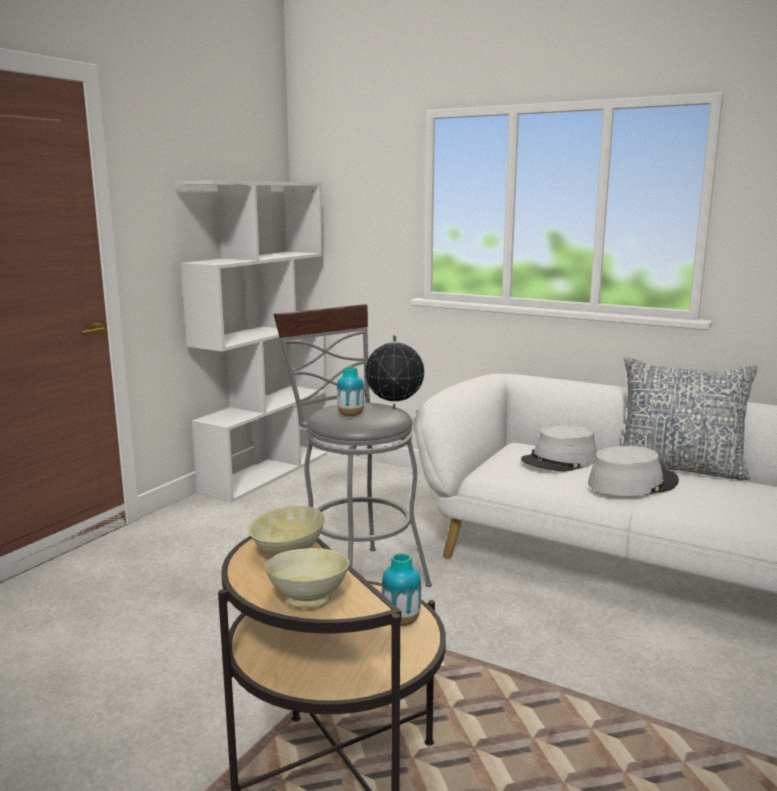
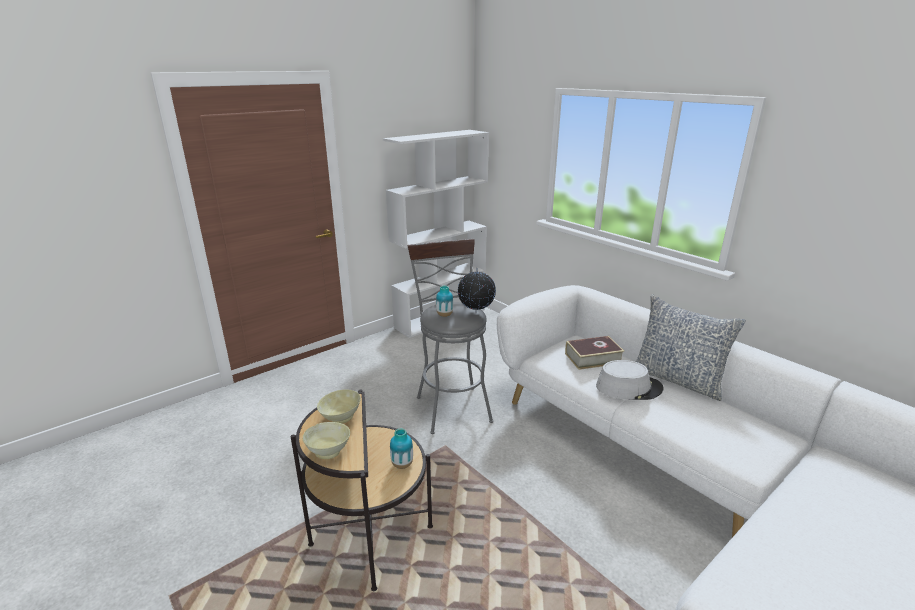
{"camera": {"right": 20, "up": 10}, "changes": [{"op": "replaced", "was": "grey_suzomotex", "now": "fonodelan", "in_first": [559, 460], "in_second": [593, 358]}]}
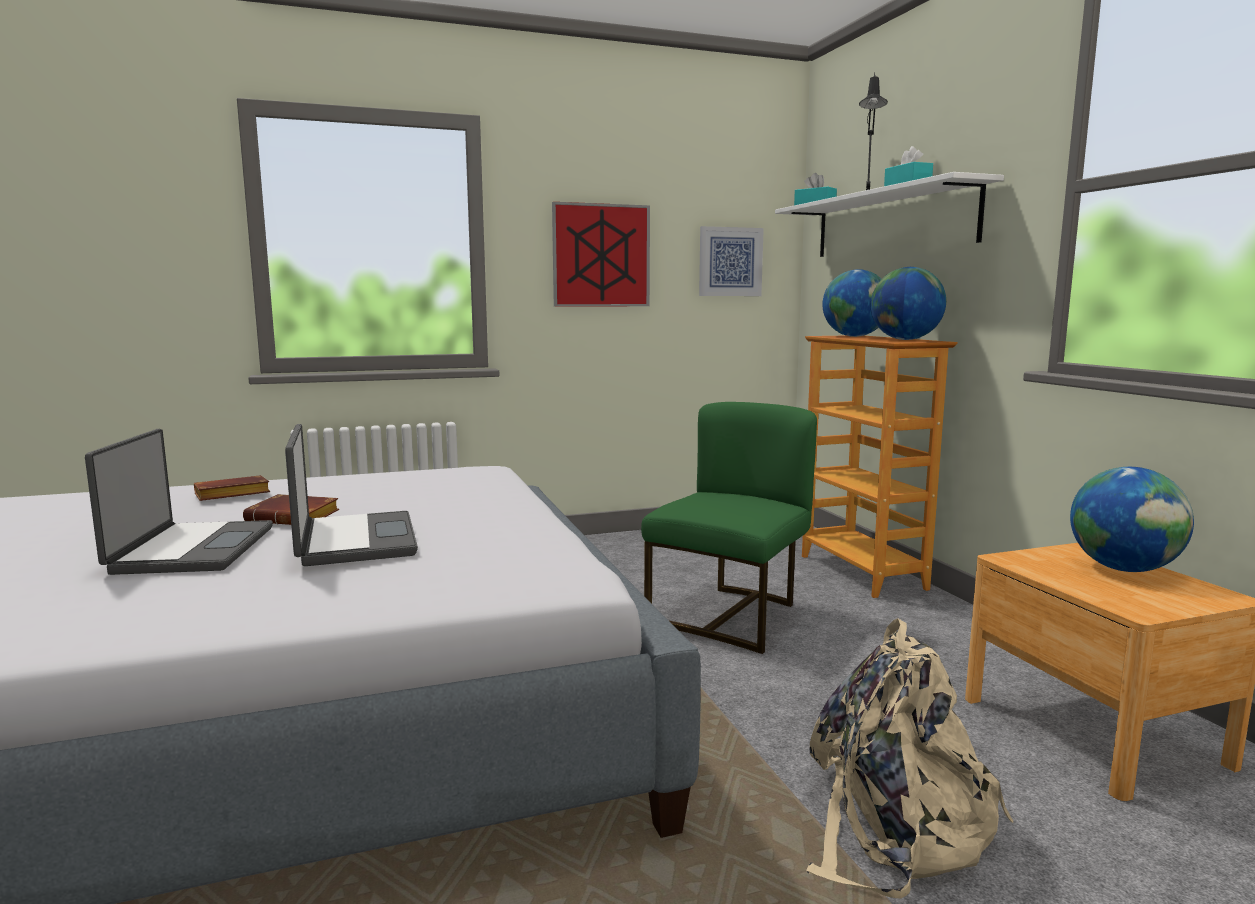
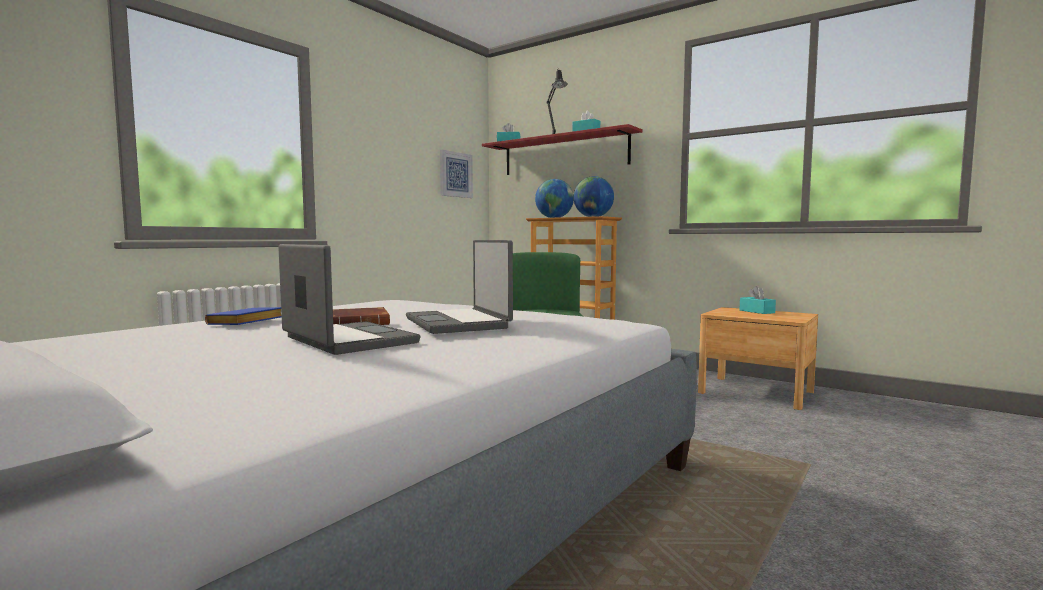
{"camera": {"right": -35, "up": -5}, "changes": [{"op": "removed", "was": "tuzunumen", "in_first": [601, 255]}, {"op": "removed", "was": "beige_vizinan", "in_first": [894, 826]}, {"op": "replaced", "was": "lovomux", "now": "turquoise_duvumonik", "in_first": [1123, 569], "in_second": [757, 311]}, {"op": "recoloured", "was": "brown_fonodelan", "now": "blue_fonodelan", "in_first": [230, 495], "in_second": [245, 323]}, {"op": "recoloured", "was": "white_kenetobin", "now": "red_kenetobin", "in_first": [891, 223], "in_second": [564, 154]}, {"op": "turned", "was": "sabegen", "in_first": [353, 541], "in_second": [459, 323], "clockwise": -150}]}
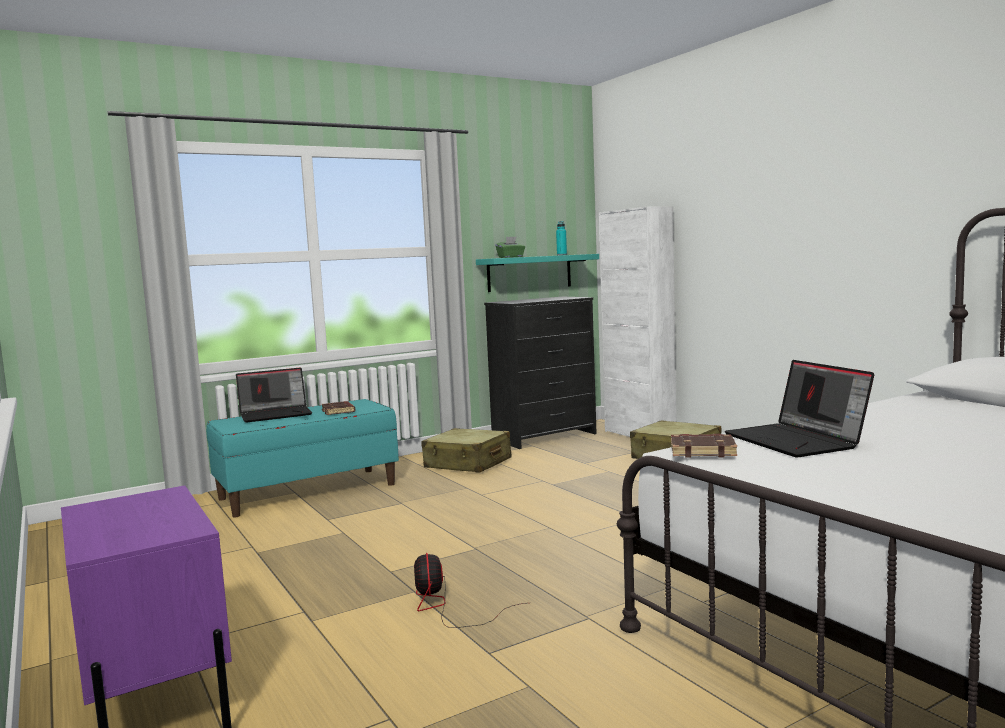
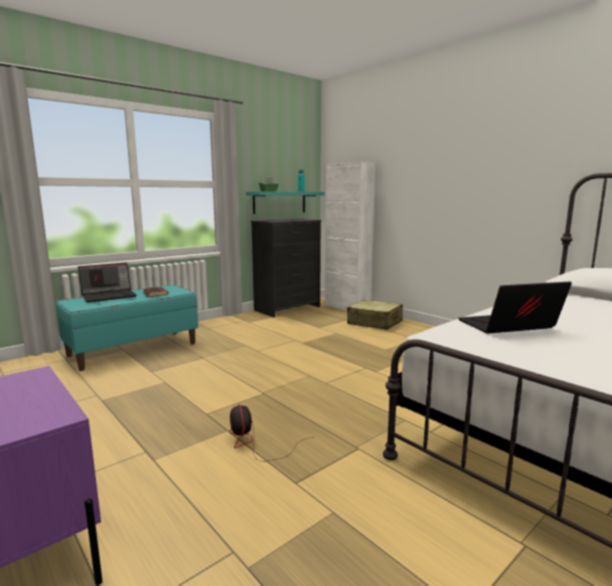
{"camera": {"right": -10, "up": 5}, "changes": [{"op": "removed", "was": "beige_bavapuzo", "in_first": [468, 463]}, {"op": "removed", "was": "brown_fonodelan", "in_first": [703, 451]}, {"op": "turned", "was": "sabegen", "in_first": [797, 441], "in_second": [508, 327], "clockwise": 105}]}
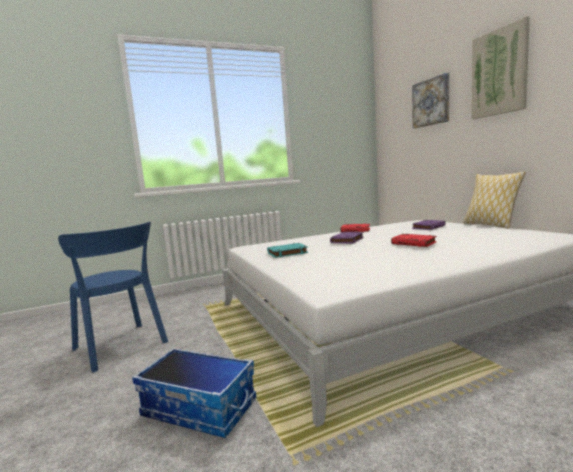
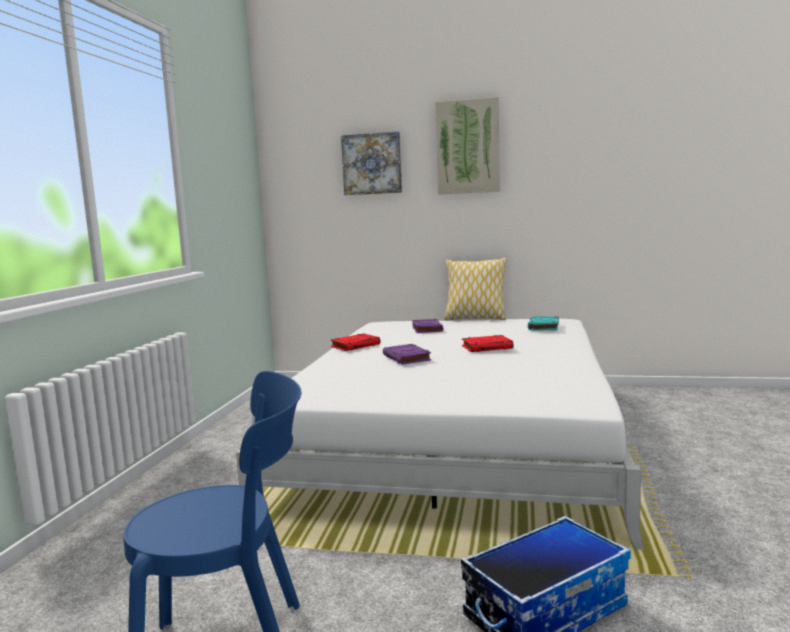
{"camera": {"right": -55, "up": 0}, "changes": [{"op": "moved", "was": "turquoise_fonodelan", "in_first": [287, 253], "in_second": [543, 327]}]}
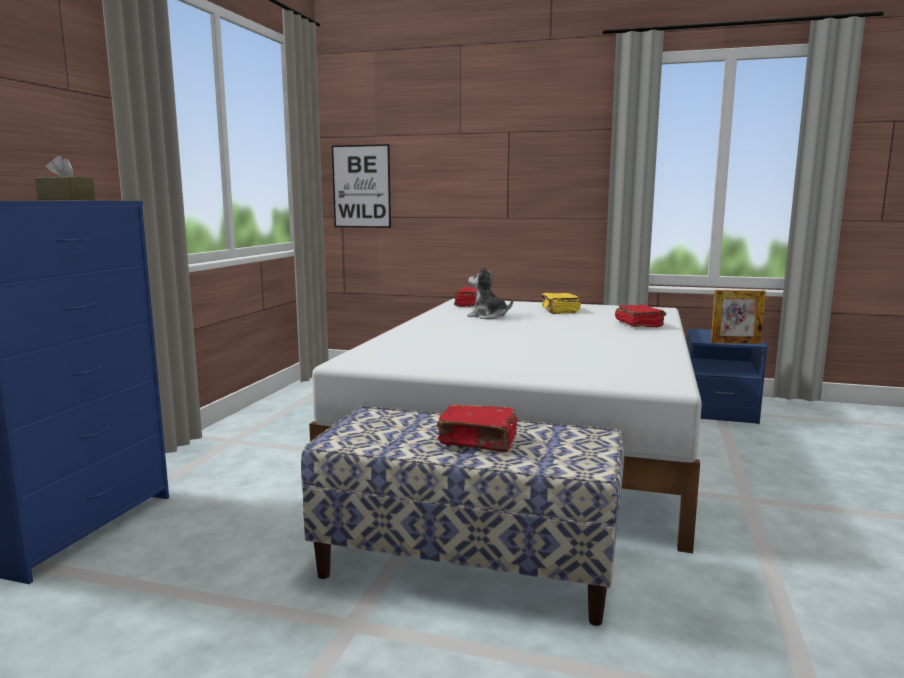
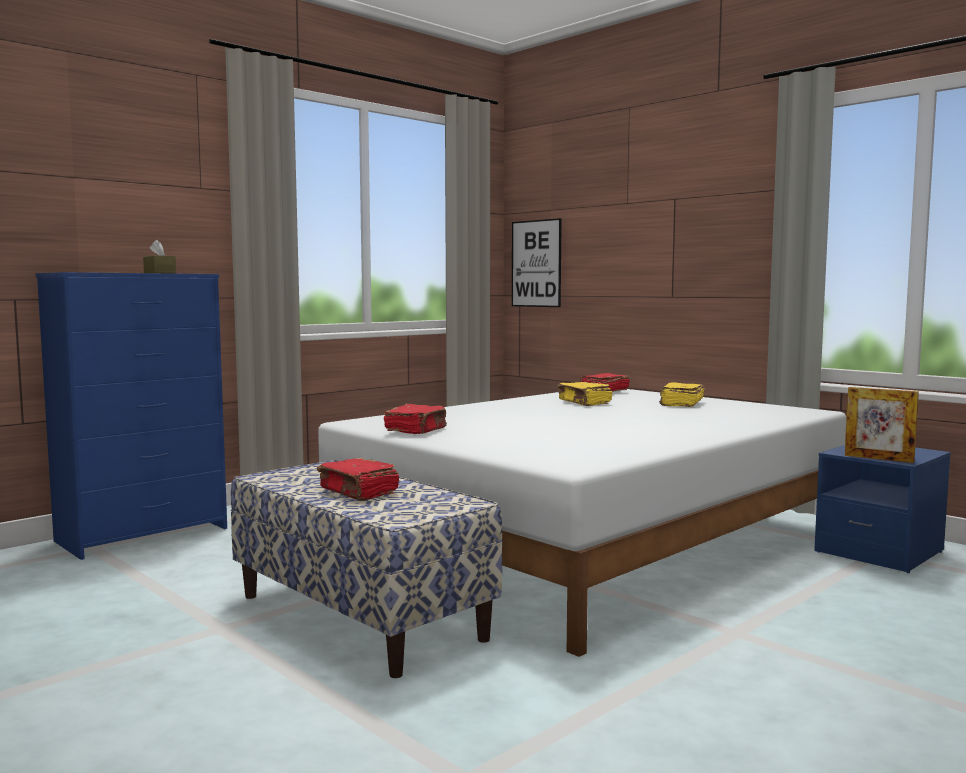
{"camera": {"right": 30, "up": -5}, "changes": [{"op": "moved", "was": "red_fonodelan", "in_first": [639, 325], "in_second": [416, 431]}, {"op": "replaced", "was": "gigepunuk", "now": "yellow_fonodelan", "in_first": [488, 316], "in_second": [584, 402]}]}
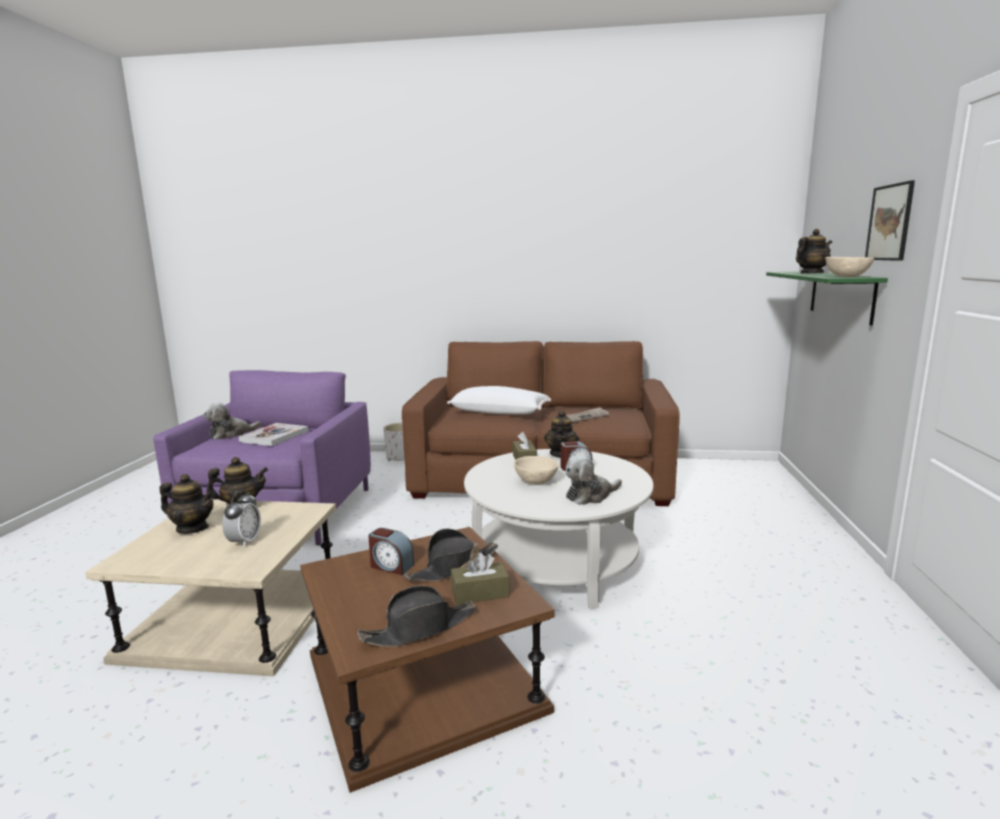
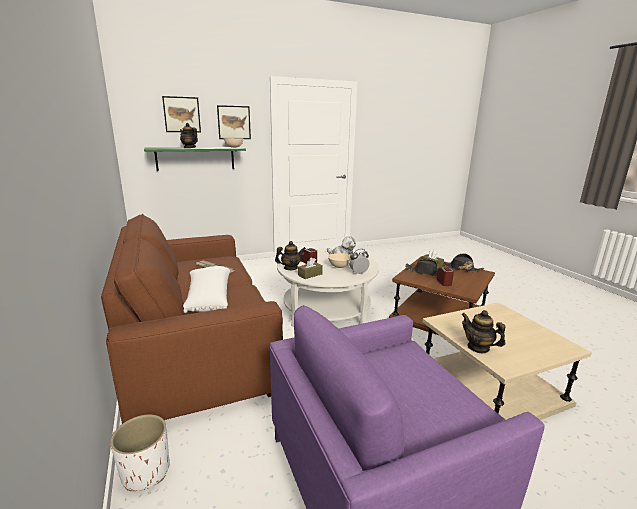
{"camera": {"right": -120, "up": 5}, "changes": [{"op": "removed", "was": "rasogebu", "in_first": [192, 528]}, {"op": "removed", "was": "gigepunuk", "in_first": [231, 434]}, {"op": "removed", "was": "fonodelan", "in_first": [274, 436]}, {"op": "added", "now": "tuzunumen", "in_second": [182, 114]}, {"op": "moved", "was": "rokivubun", "in_first": [244, 542], "in_second": [358, 273]}]}
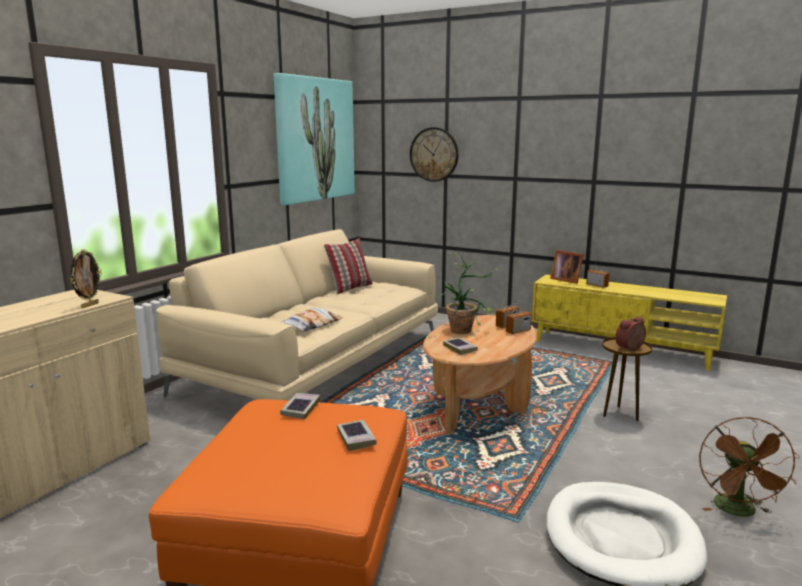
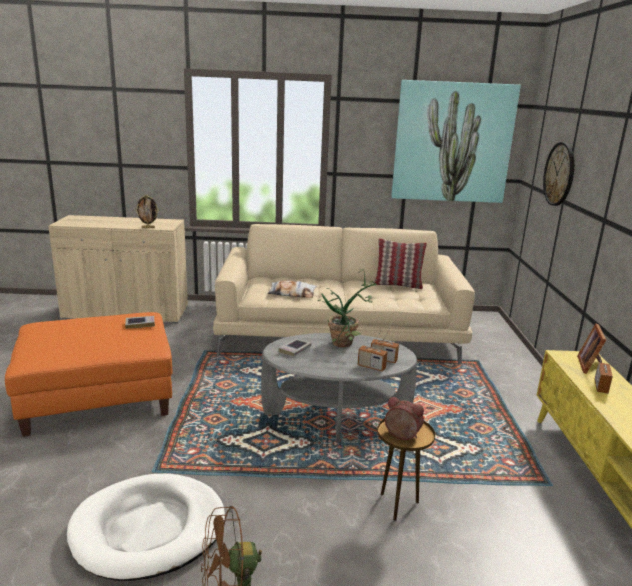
{"camera": {"right": 60, "up": 5}, "changes": [{"op": "removed", "was": "fonodelan", "in_first": [356, 438]}, {"op": "recoloured", "was": "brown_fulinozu", "now": "grey_fulinozu", "in_first": [479, 404], "in_second": [336, 417]}]}
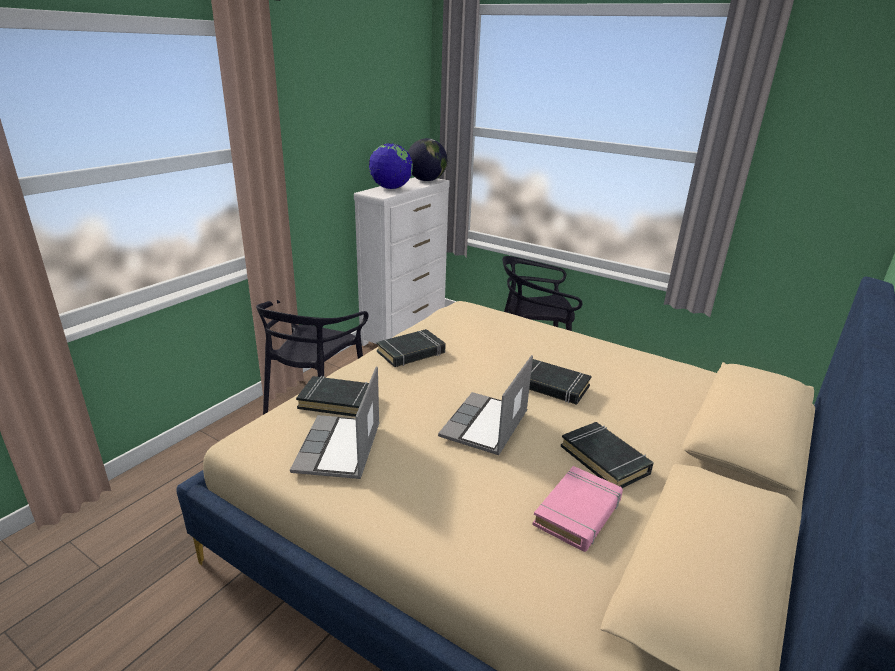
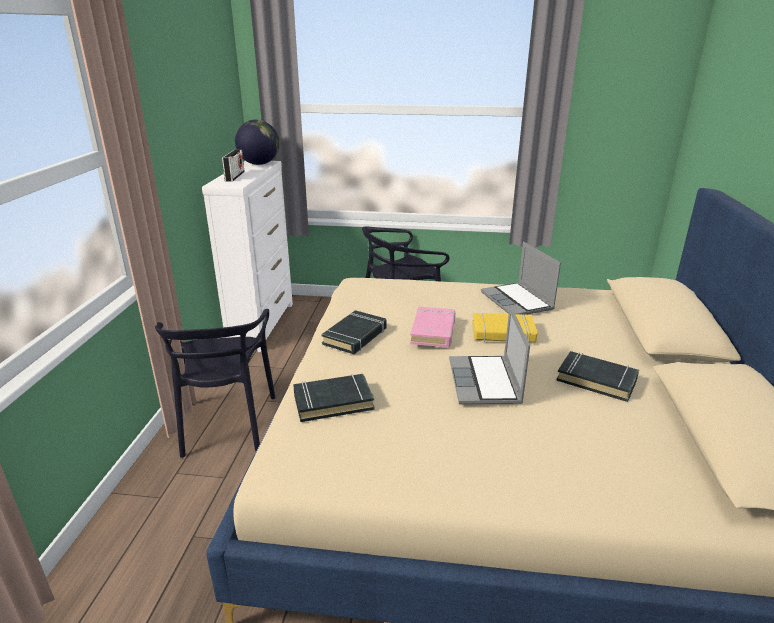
{"camera": {"right": -25, "up": 0}, "changes": [{"op": "moved", "was": "sabegen", "in_first": [339, 449], "in_second": [518, 301]}, {"op": "moved", "was": "pink_fonodelan", "in_first": [578, 513], "in_second": [433, 331]}, {"op": "replaced", "was": "lovomux", "now": "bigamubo", "in_first": [391, 188], "in_second": [235, 176]}, {"op": "recoloured", "was": "black_fonodelan", "now": "yellow_fonodelan", "in_first": [552, 386], "in_second": [503, 332]}]}
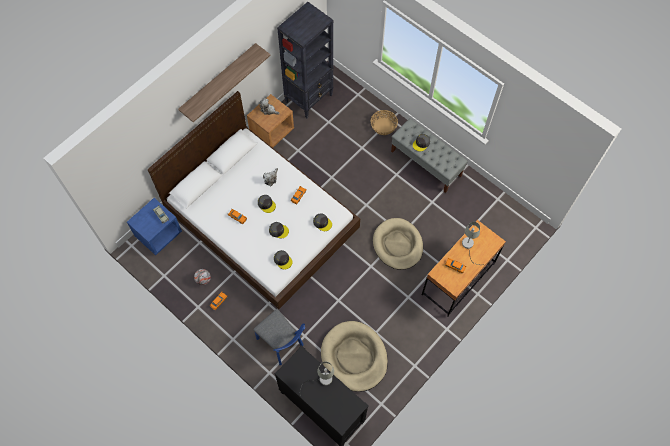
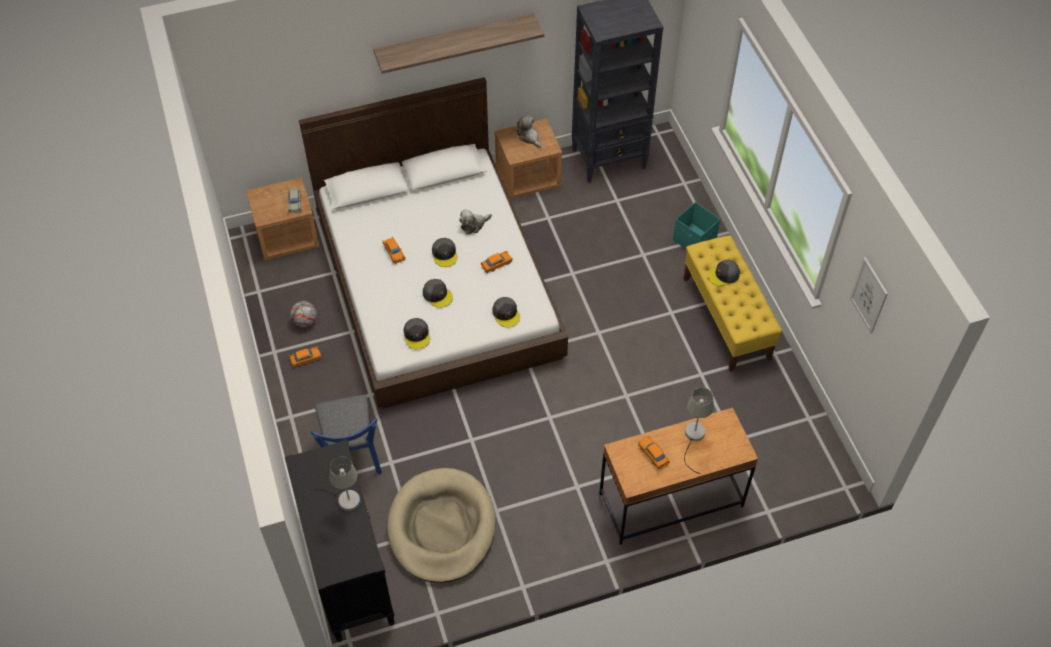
{"camera": {"right": 30, "up": -10}, "changes": [{"op": "removed", "was": "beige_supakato", "in_first": [397, 245]}, {"op": "added", "now": "tuzunumen", "in_second": [869, 295]}, {"op": "replaced", "was": "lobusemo", "now": "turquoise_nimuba", "in_first": [383, 126], "in_second": [694, 241]}, {"op": "recoloured", "was": "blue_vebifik", "now": "brown_vebifik", "in_first": [158, 234], "in_second": [288, 237]}, {"op": "recoloured", "was": "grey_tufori", "now": "yellow_tufori", "in_first": [426, 163], "in_second": [726, 318]}]}
